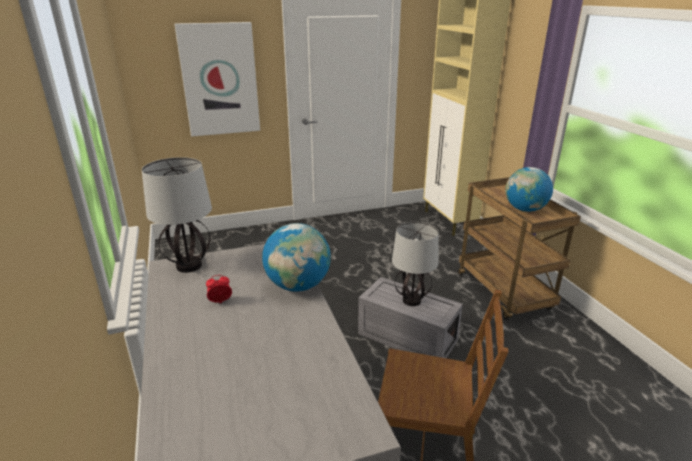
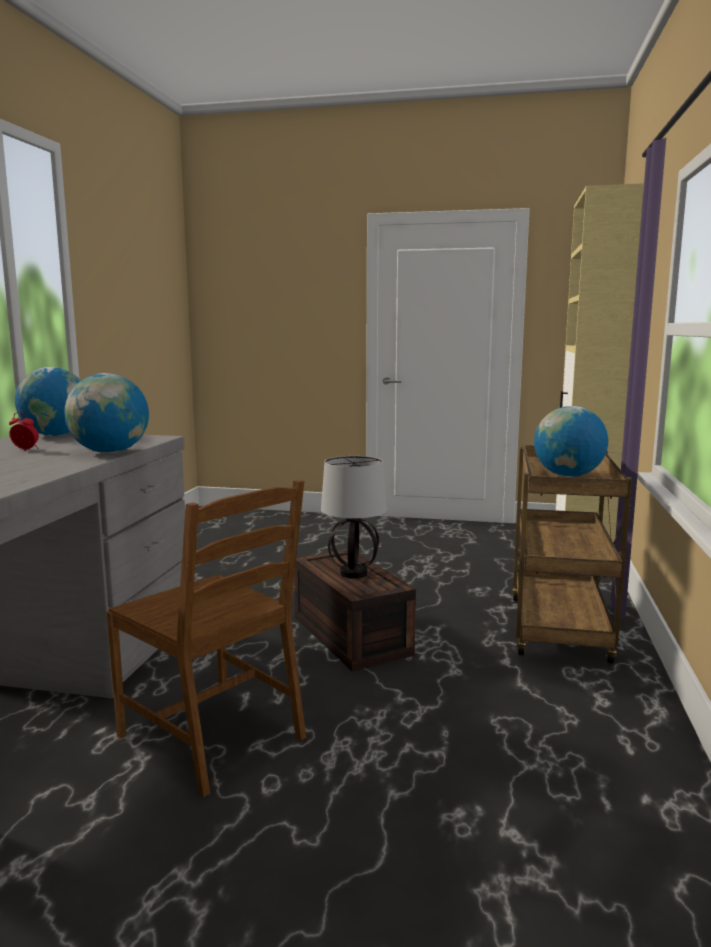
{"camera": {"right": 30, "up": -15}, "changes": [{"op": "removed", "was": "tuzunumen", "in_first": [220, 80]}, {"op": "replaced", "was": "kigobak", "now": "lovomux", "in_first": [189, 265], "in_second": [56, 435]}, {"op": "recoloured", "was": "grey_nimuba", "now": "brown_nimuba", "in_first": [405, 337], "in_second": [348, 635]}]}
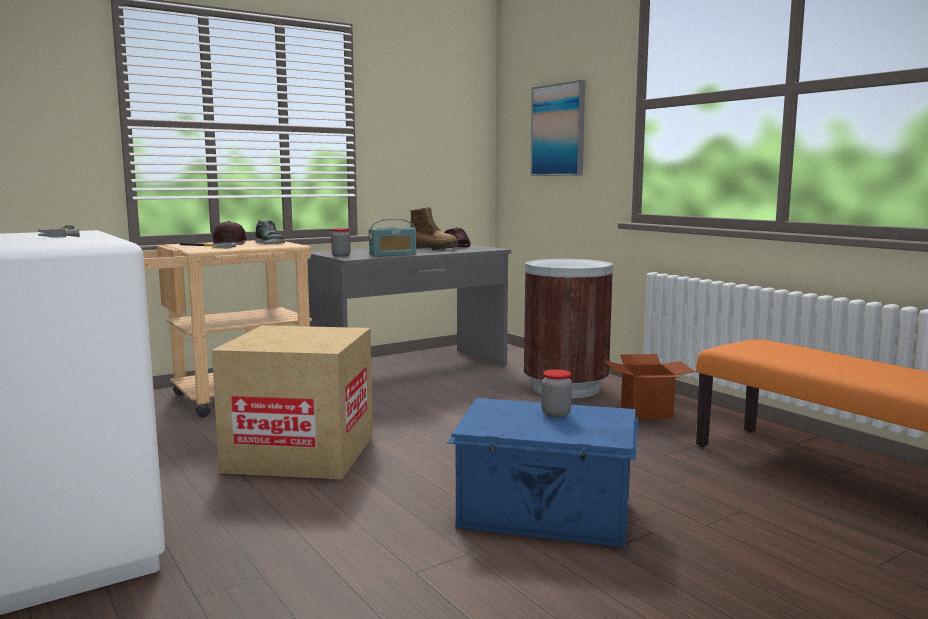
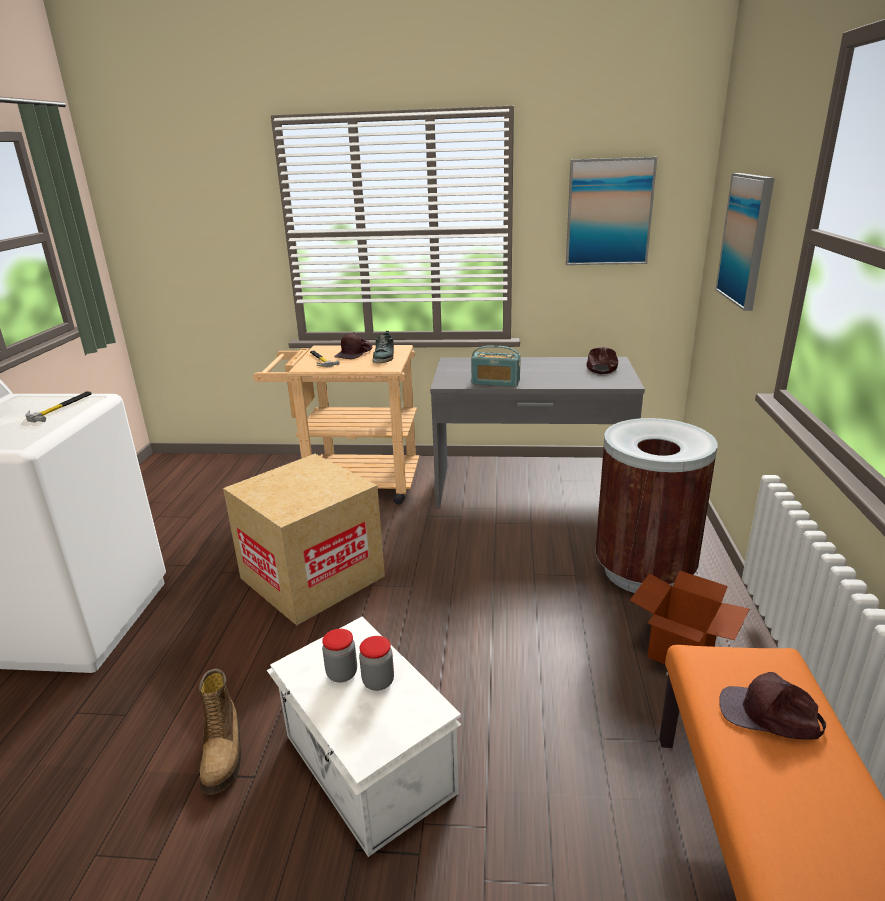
{"camera": {"right": 40, "up": 15}, "changes": [{"op": "added", "now": "tuzunumen", "in_second": [609, 212]}, {"op": "added", "now": "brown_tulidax", "in_second": [769, 715]}, {"op": "moved", "was": "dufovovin", "in_first": [341, 255], "in_second": [342, 673]}, {"op": "moved", "was": "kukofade", "in_first": [434, 249], "in_second": [223, 753]}, {"op": "recoloured", "was": "blue_nimuba", "now": "white_nimuba", "in_first": [546, 516], "in_second": [367, 765]}]}
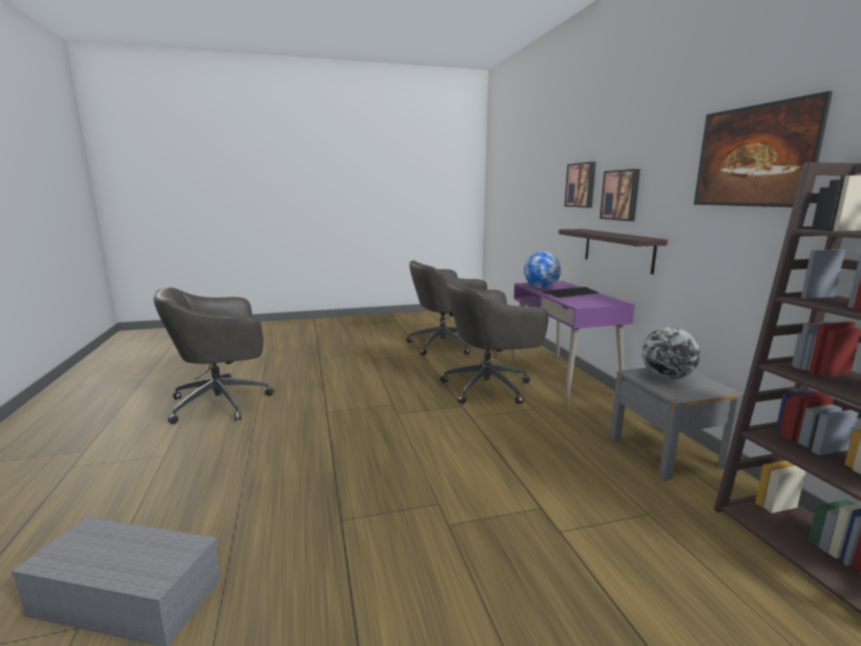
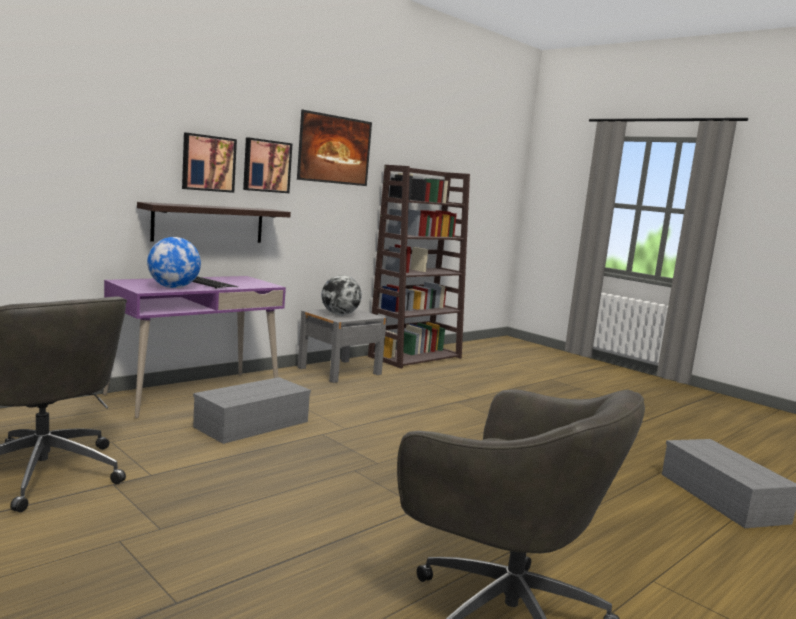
{"camera": {"right": -120, "up": -5}, "changes": [{"op": "moved", "was": "tuzunumen", "in_first": [581, 185], "in_second": [266, 166]}, {"op": "replaced", "was": "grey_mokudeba", "now": "grey_nimuba", "in_first": [489, 387], "in_second": [251, 425]}]}
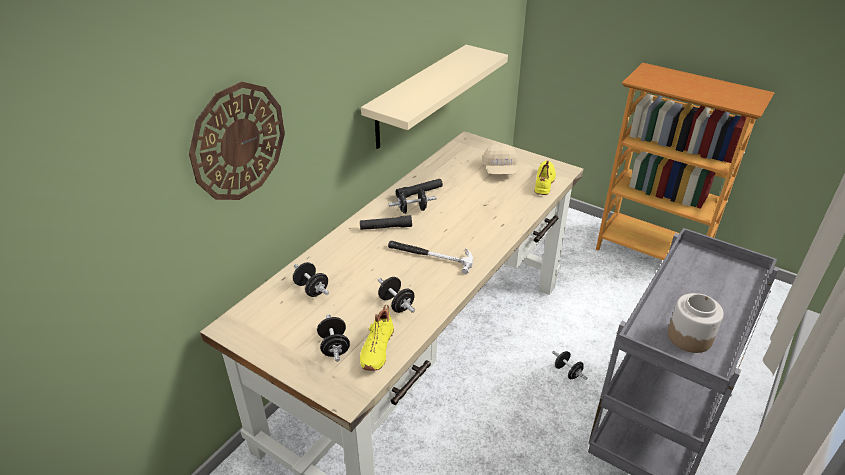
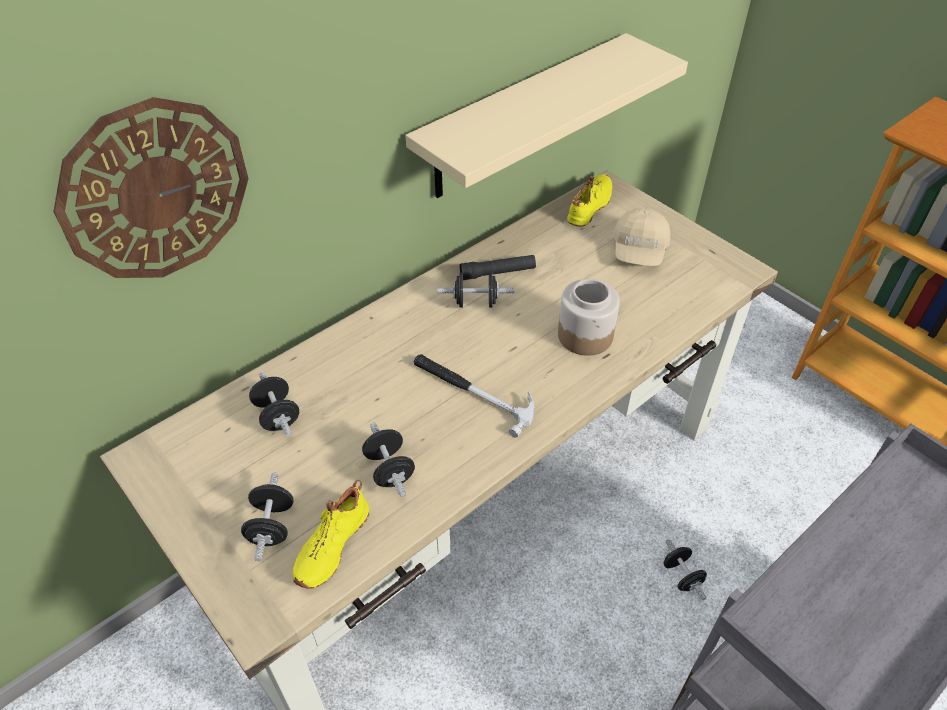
{"camera": {"right": 15, "up": 10}, "changes": [{"op": "removed", "was": "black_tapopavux", "in_first": [385, 227]}, {"op": "moved", "was": "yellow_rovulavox", "in_first": [545, 182], "in_second": [591, 207]}, {"op": "moved", "was": "dufovovin", "in_first": [689, 336], "in_second": [585, 335]}]}
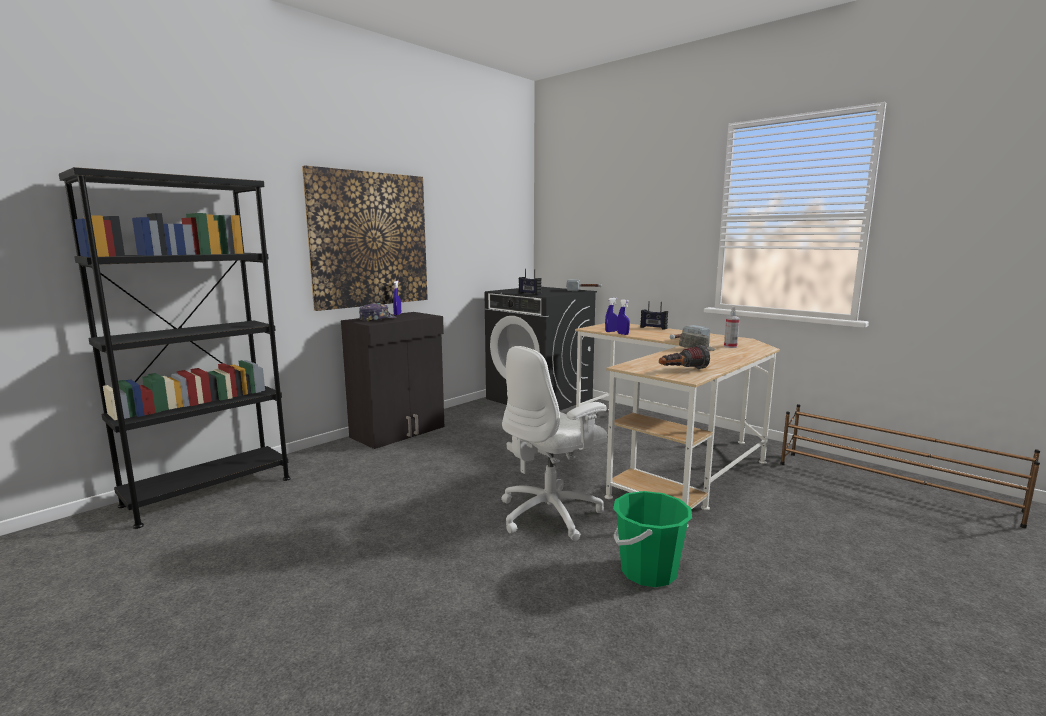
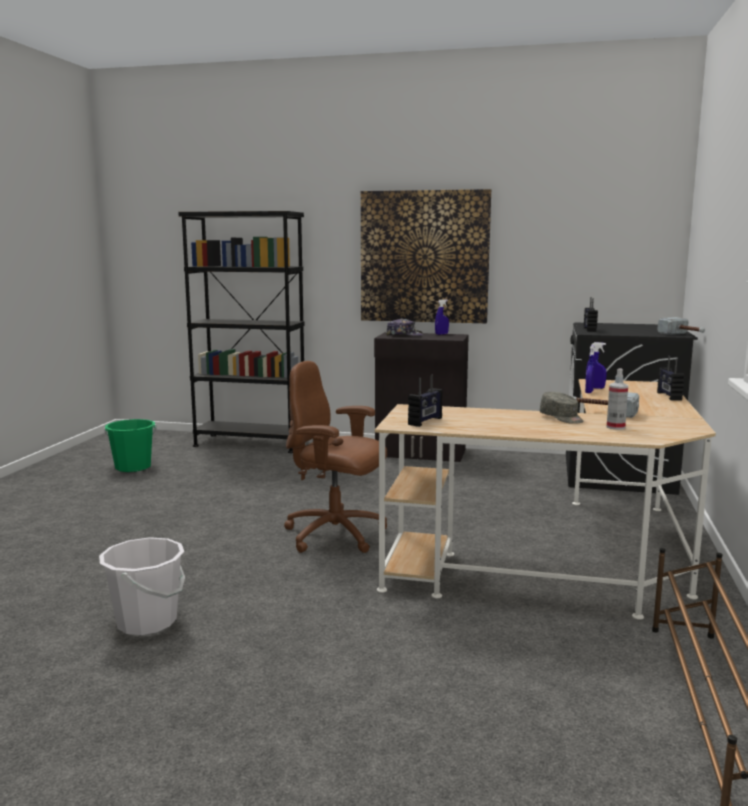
{"camera": {"right": 60, "up": 0}, "changes": [{"op": "added", "now": "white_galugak", "in_second": [147, 622]}, {"op": "moved", "was": "green_galugak", "in_first": [648, 572], "in_second": [133, 467]}, {"op": "replaced", "was": "tapopavux", "now": "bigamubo", "in_first": [681, 371], "in_second": [425, 421]}, {"op": "recoloured", "was": "white_mokudeba", "now": "brown_mokudeba", "in_first": [551, 514], "in_second": [336, 535]}]}
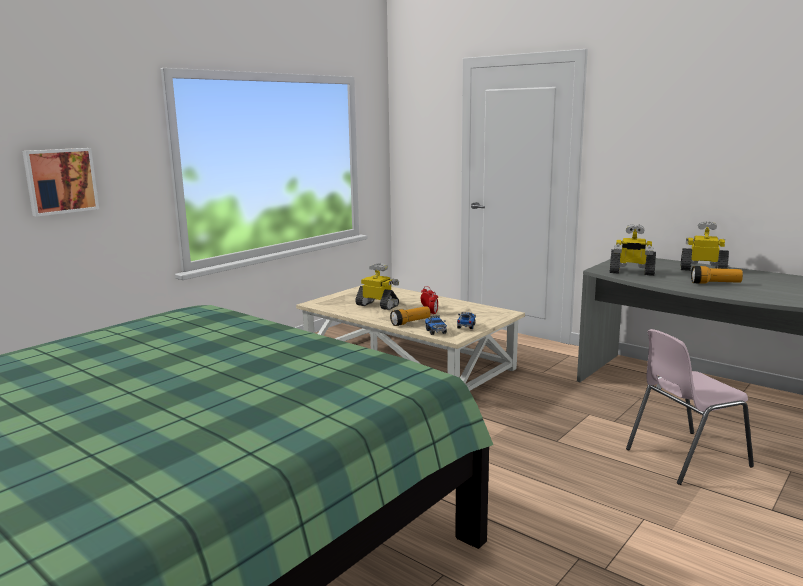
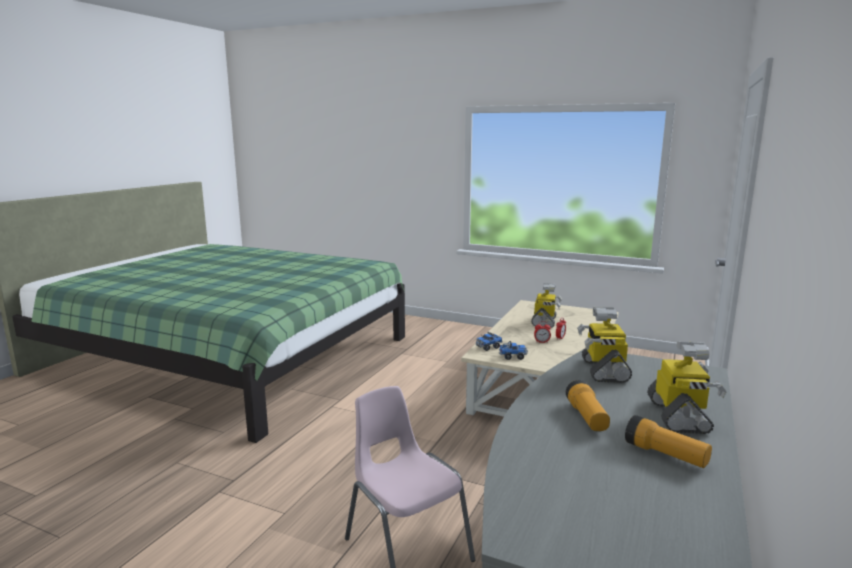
{"camera": {"right": 75, "up": 0}, "changes": [{"op": "removed", "was": "tuzunumen", "in_first": [60, 181]}, {"op": "moved", "was": "tapopavux", "in_first": [410, 322], "in_second": [665, 455]}]}
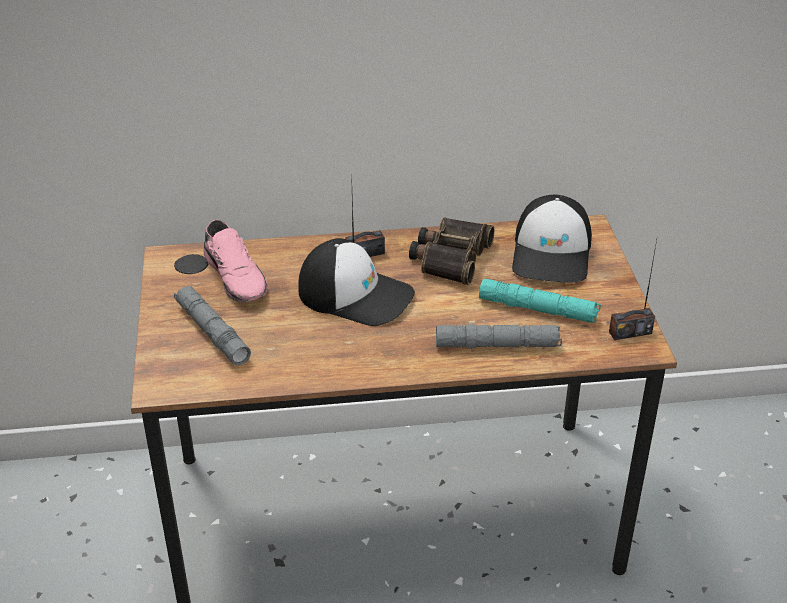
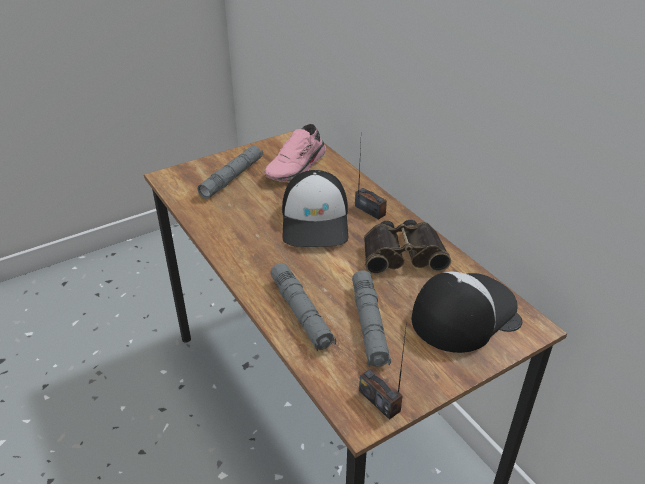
{"camera": {"right": 65, "up": 0}, "changes": [{"op": "recoloured", "was": "turquoise_tapopavux", "now": "grey_tapopavux", "in_first": [538, 309], "in_second": [369, 325]}, {"op": "turned", "was": "tulidax", "in_first": [552, 253], "in_second": [462, 312], "clockwise": 150}]}
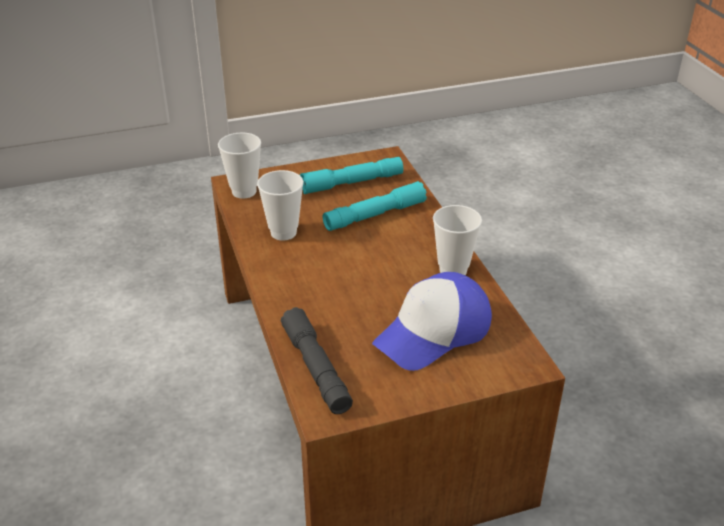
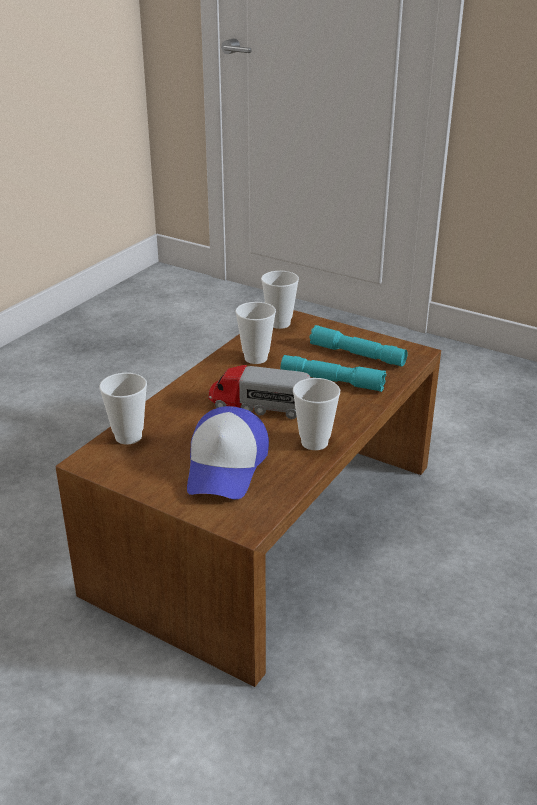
{"camera": {"right": 50, "up": -5}, "changes": [{"op": "added", "now": "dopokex", "in_second": [258, 406]}, {"op": "replaced", "was": "grey_tapopavux", "now": "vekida", "in_first": [316, 369], "in_second": [128, 436]}, {"op": "turned", "was": "tulidax", "in_first": [433, 333], "in_second": [226, 466], "clockwise": -90}]}
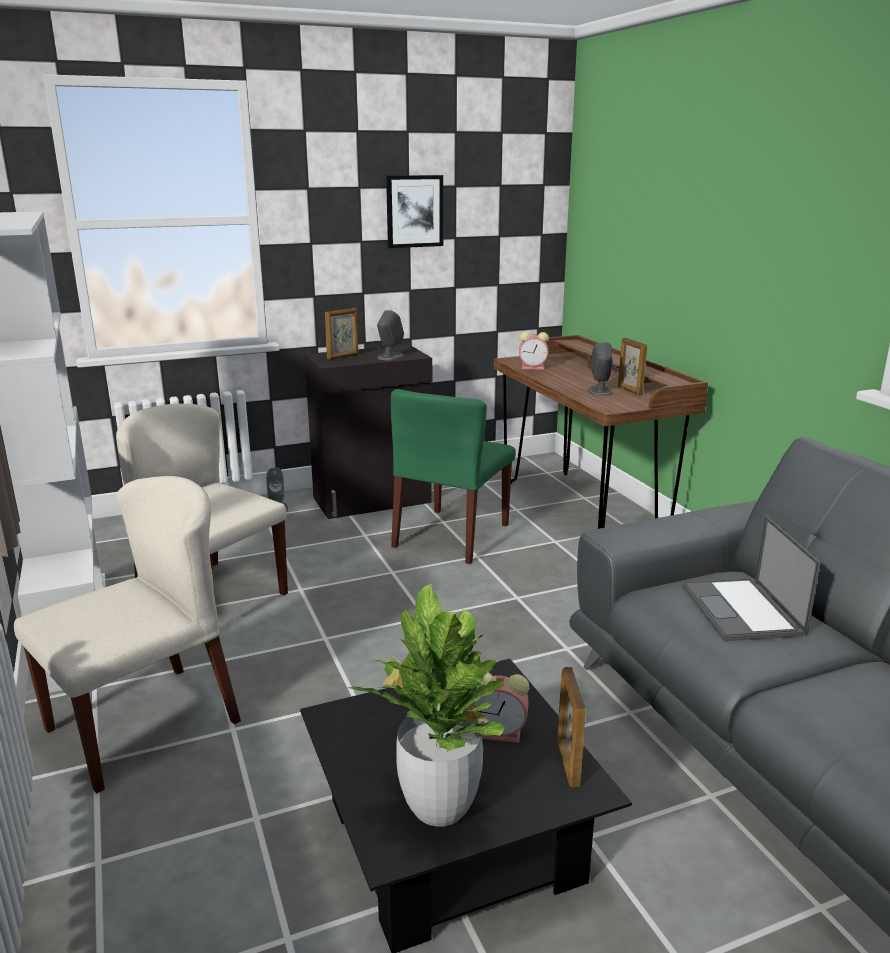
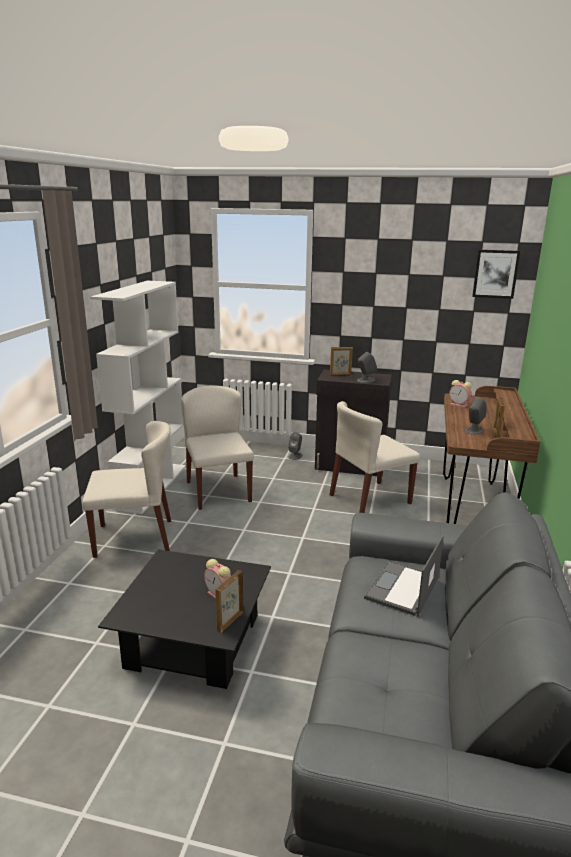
{"camera": {"right": 35, "up": 0}, "changes": [{"op": "removed", "was": "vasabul", "in_first": [438, 806]}, {"op": "moved", "was": "tuzunumen", "in_first": [414, 211], "in_second": [495, 274]}, {"op": "recoloured", "was": "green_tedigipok", "now": "beige_tedigipok", "in_first": [451, 536], "in_second": [369, 499]}]}
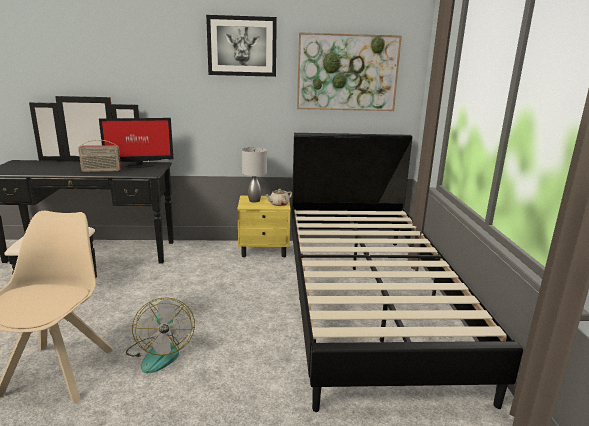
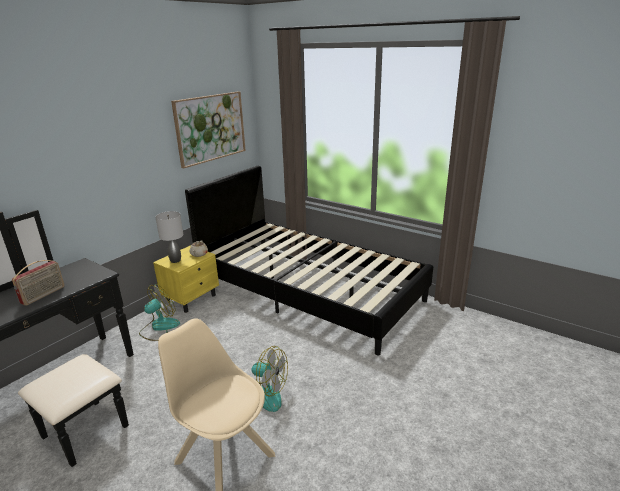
{"camera": {"right": -50, "up": 5}, "changes": [{"op": "removed", "was": "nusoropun", "in_first": [139, 165]}, {"op": "removed", "was": "tuzunumen", "in_first": [242, 46]}, {"op": "added", "now": "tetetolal", "in_second": [159, 327]}]}
